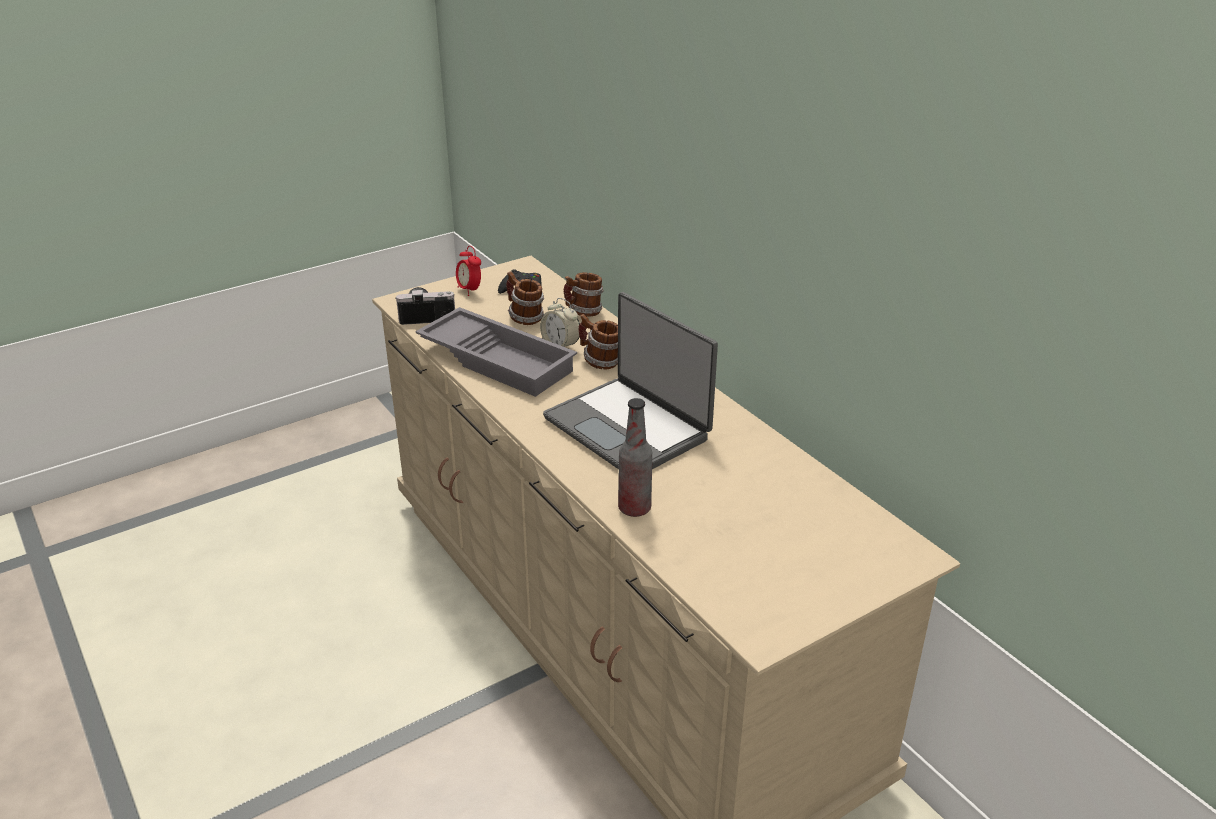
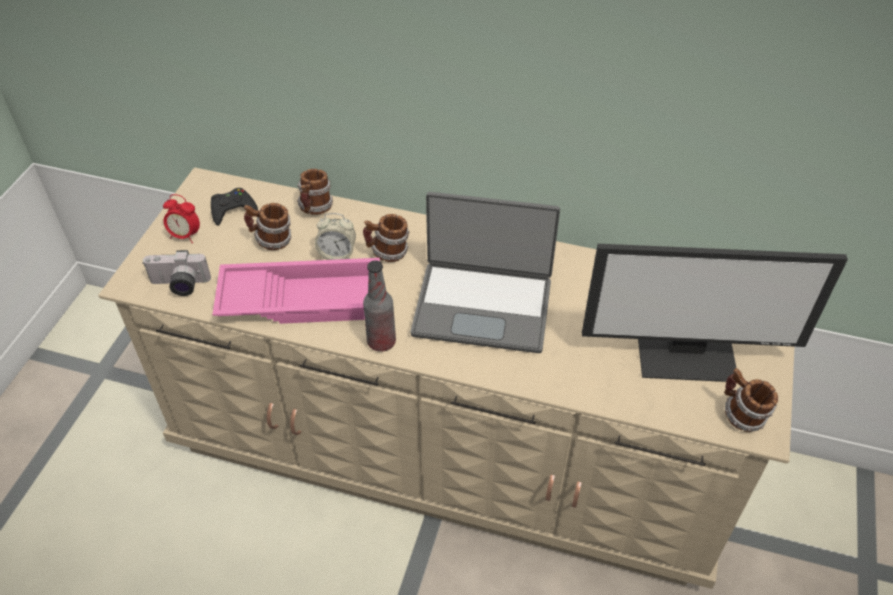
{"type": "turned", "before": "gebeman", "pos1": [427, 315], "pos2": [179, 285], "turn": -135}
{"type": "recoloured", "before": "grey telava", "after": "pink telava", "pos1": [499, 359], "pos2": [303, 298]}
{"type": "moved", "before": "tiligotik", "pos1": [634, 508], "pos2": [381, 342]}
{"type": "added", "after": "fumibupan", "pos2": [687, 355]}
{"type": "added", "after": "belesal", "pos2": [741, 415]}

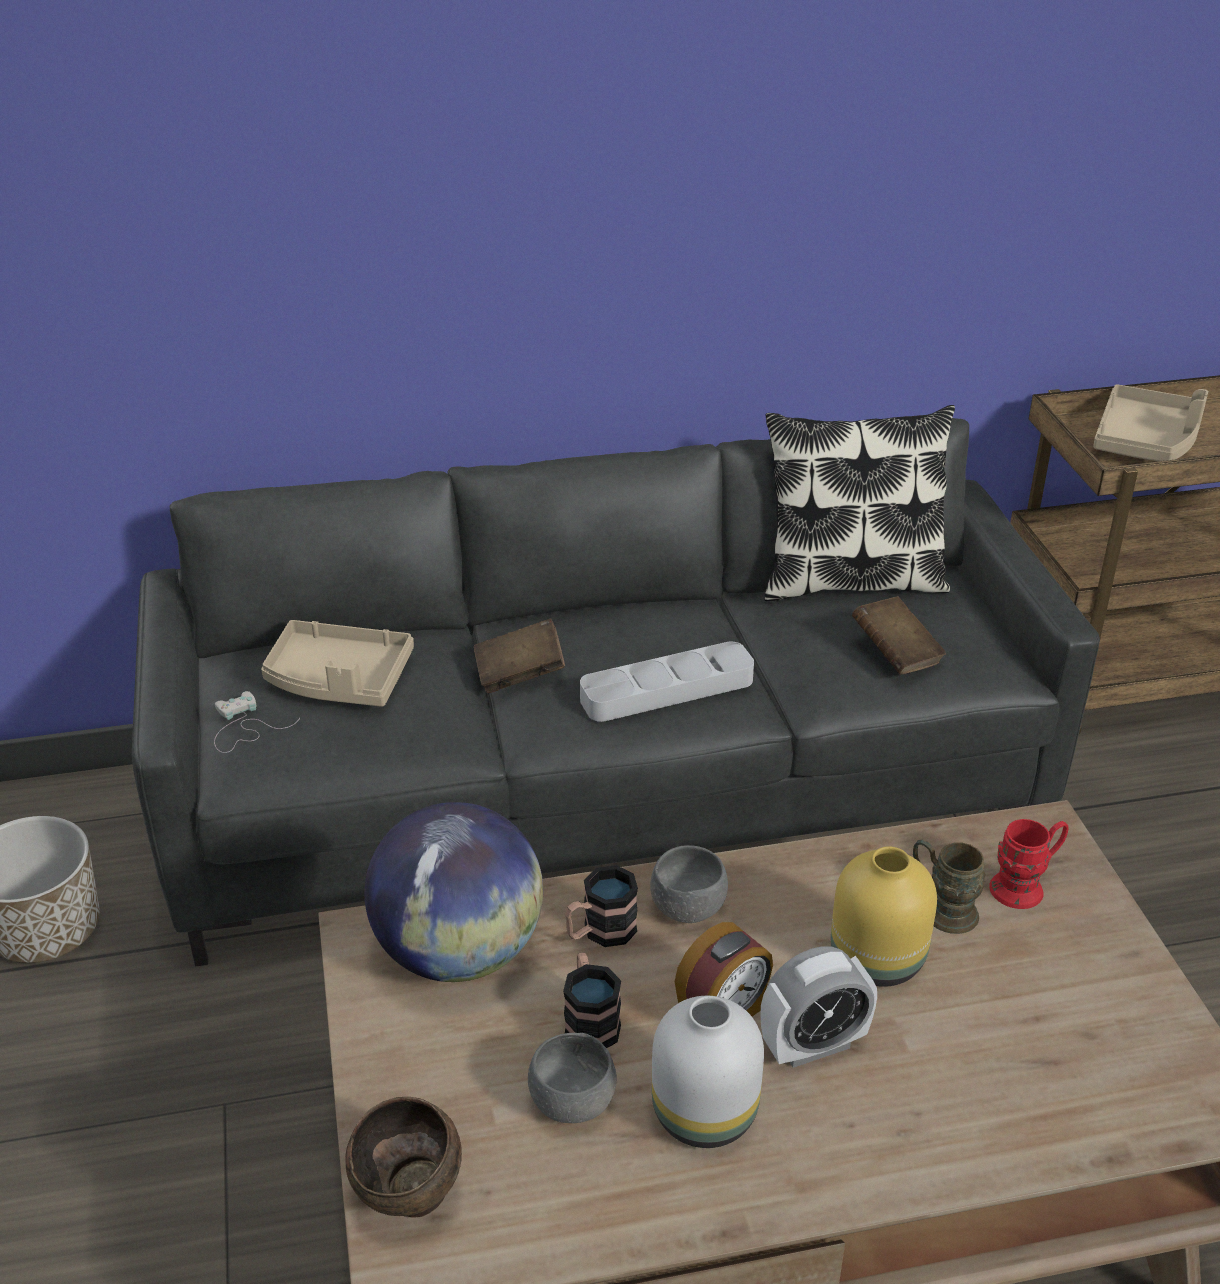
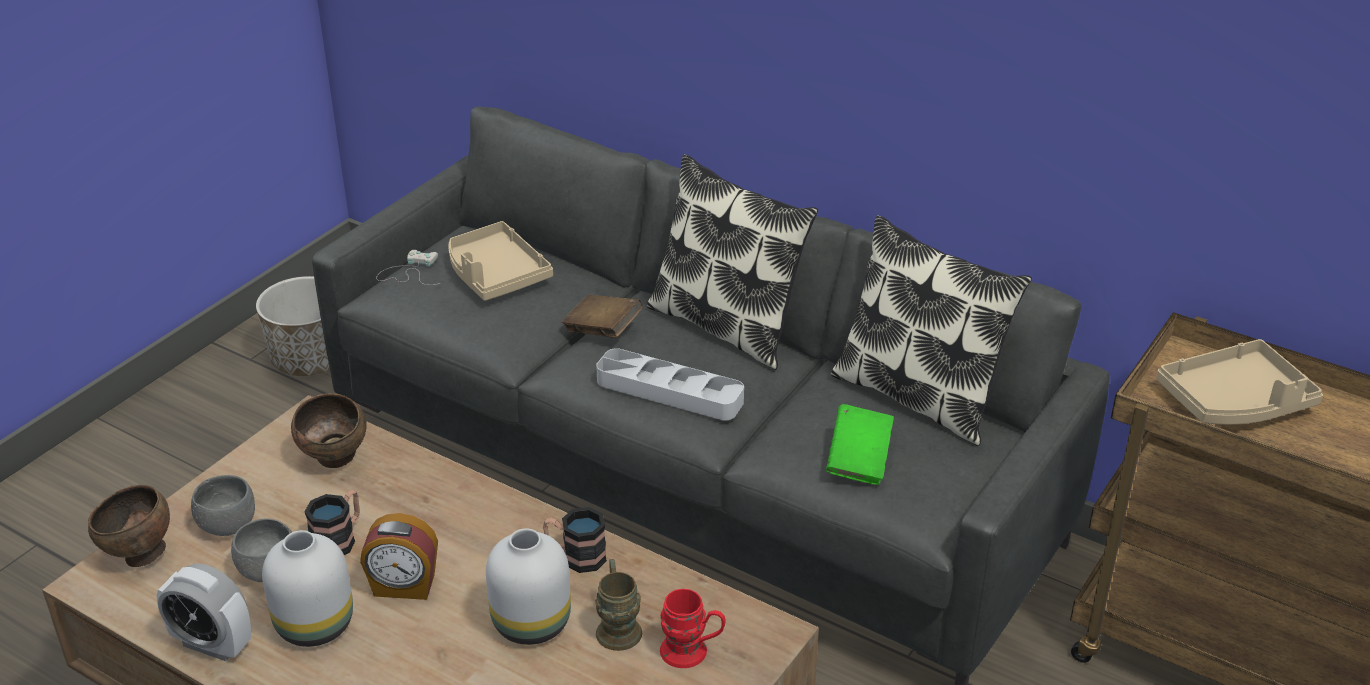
{"type": "recoloured", "before": "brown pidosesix", "after": "green pidosesix", "pos1": [896, 654], "pos2": [859, 461]}
{"type": "replaced", "before": "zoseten", "after": "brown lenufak", "pos1": [459, 952], "pos2": [336, 460]}
{"type": "moved", "before": "grey lenufak", "pos1": [687, 908], "pos2": [227, 525]}
{"type": "recoloured", "before": "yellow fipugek", "after": "white fipugek", "pos1": [877, 958], "pos2": [533, 622]}
{"type": "moved", "before": "belesal", "pos1": [600, 932], "pos2": [575, 556]}
{"type": "moved", "before": "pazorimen", "pos1": [813, 1045], "pos2": [212, 644]}
{"type": "added", "after": "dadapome", "pos2": [727, 326]}

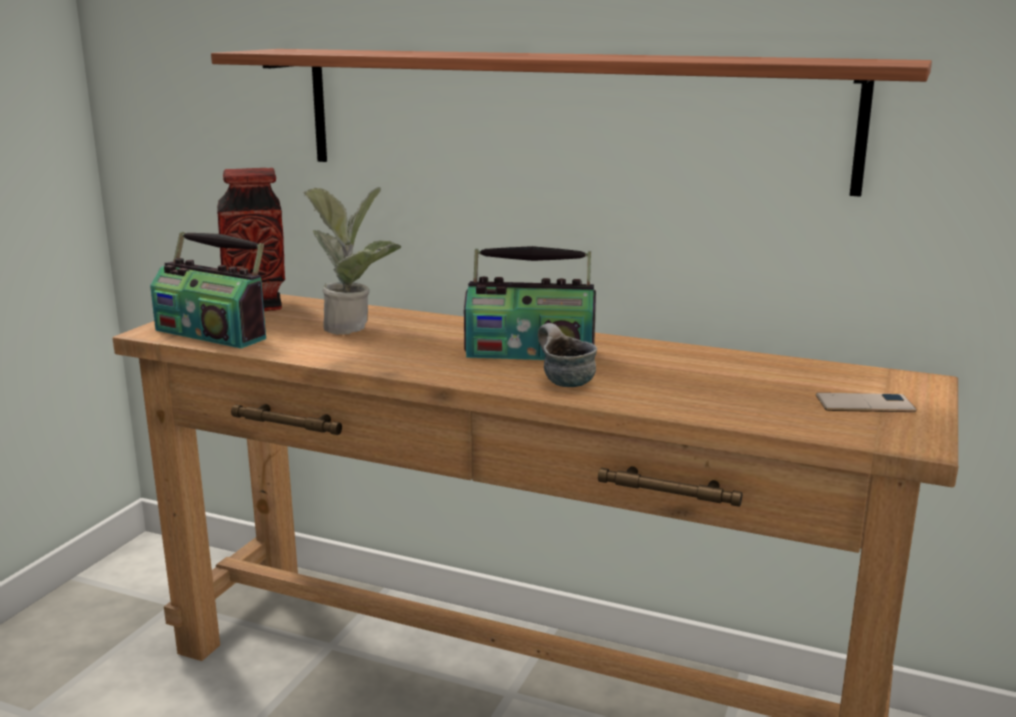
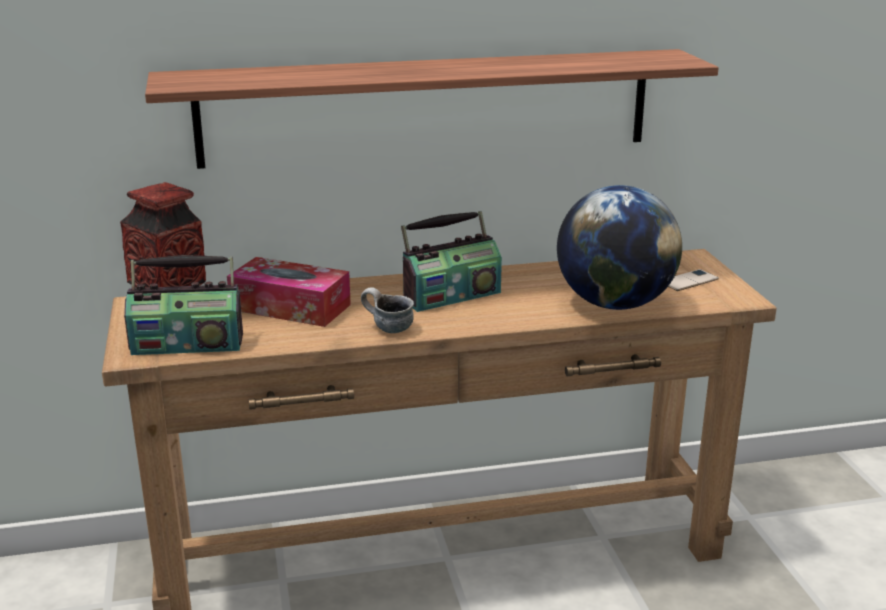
{"type": "replaced", "before": "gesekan", "after": "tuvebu", "pos1": [355, 326], "pos2": [290, 307]}
{"type": "moved", "before": "belesal", "pos1": [562, 382], "pos2": [387, 329]}
{"type": "added", "after": "zoseten", "pos2": [614, 304]}

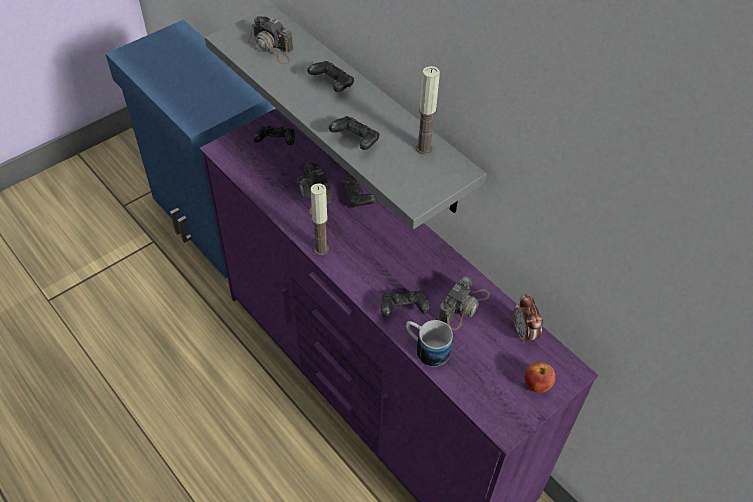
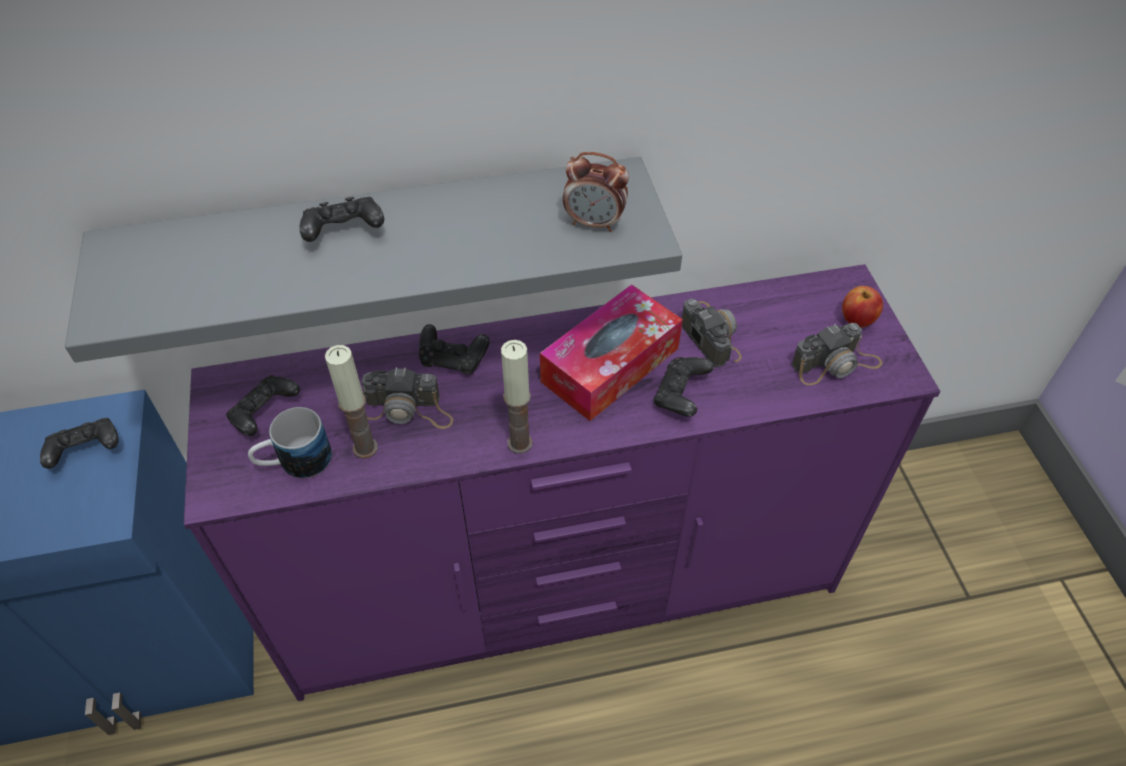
{"type": "moved", "before": "gebeman", "pos1": [272, 48], "pos2": [836, 364]}
{"type": "moved", "before": "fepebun", "pos1": [424, 148], "pos2": [365, 448]}
{"type": "moved", "before": "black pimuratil", "pos1": [355, 141], "pos2": [86, 451]}
{"type": "moved", "before": "pazorimen", "pos1": [524, 333], "pos2": [594, 223]}
{"type": "moved", "before": "belesal", "pos1": [426, 349], "pos2": [295, 463]}
{"type": "added", "after": "tuvebu", "pos2": [610, 365]}

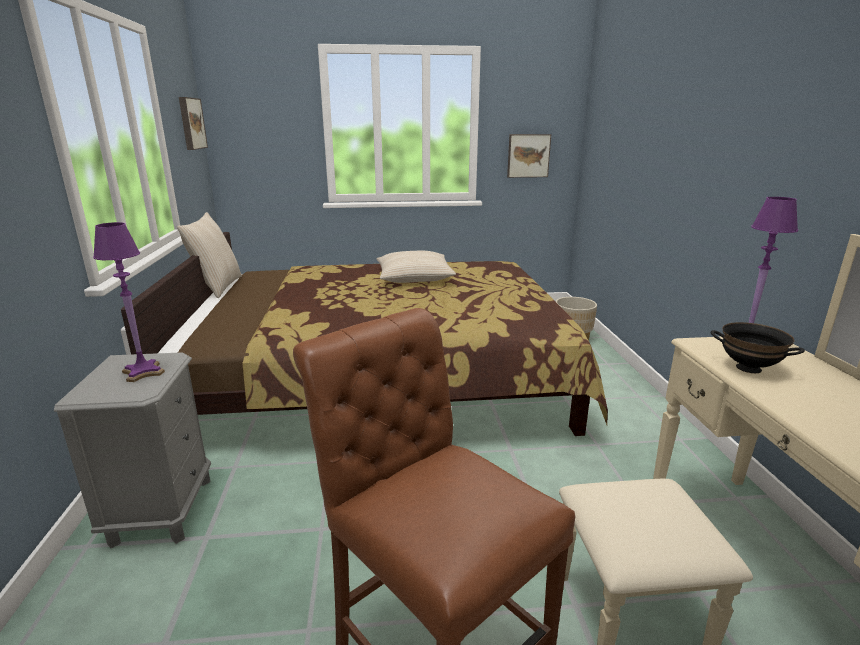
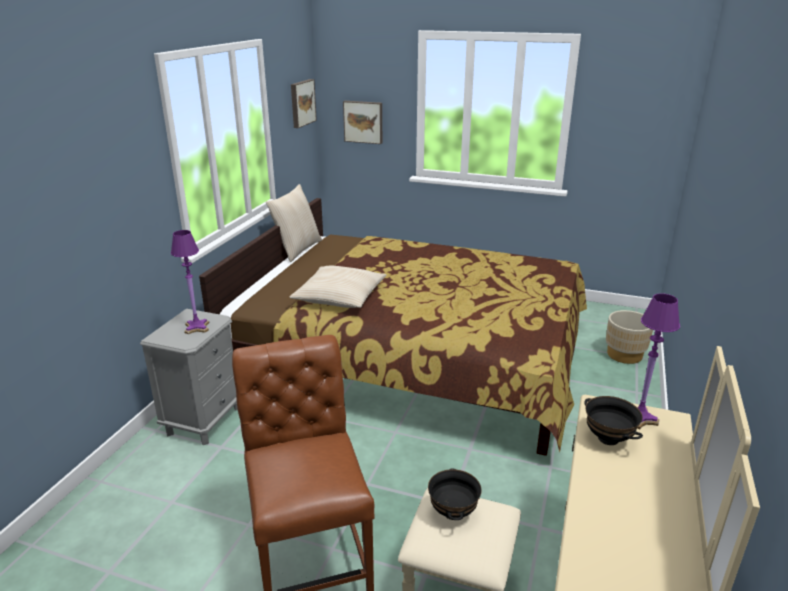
{"type": "moved", "before": "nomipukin", "pos1": [528, 155], "pos2": [363, 122]}
{"type": "moved", "before": "beige dadapome", "pos1": [414, 277], "pos2": [339, 296]}
{"type": "added", "after": "black lenufak", "pos2": [452, 512]}

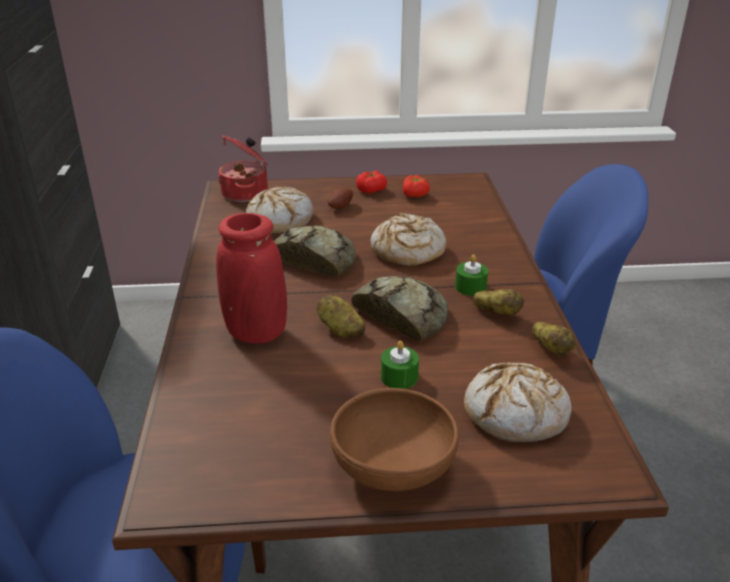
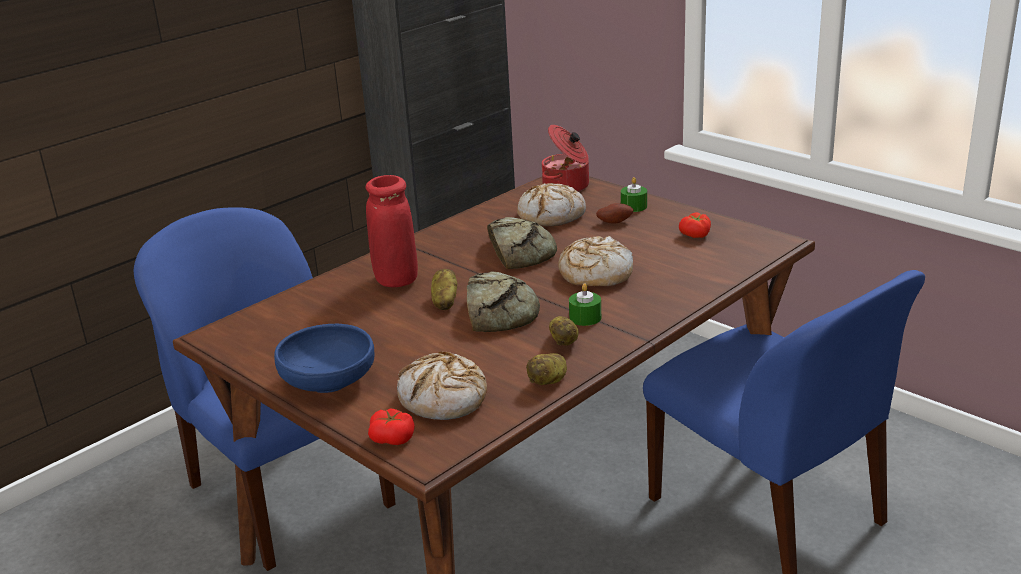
{"type": "moved", "before": "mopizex", "pos1": [371, 190], "pos2": [392, 438]}
{"type": "moved", "before": "green fepebun", "pos1": [399, 377], "pos2": [634, 206]}
{"type": "recoloured", "before": "brown lenufak", "after": "blue lenufak", "pos1": [392, 465], "pos2": [328, 382]}

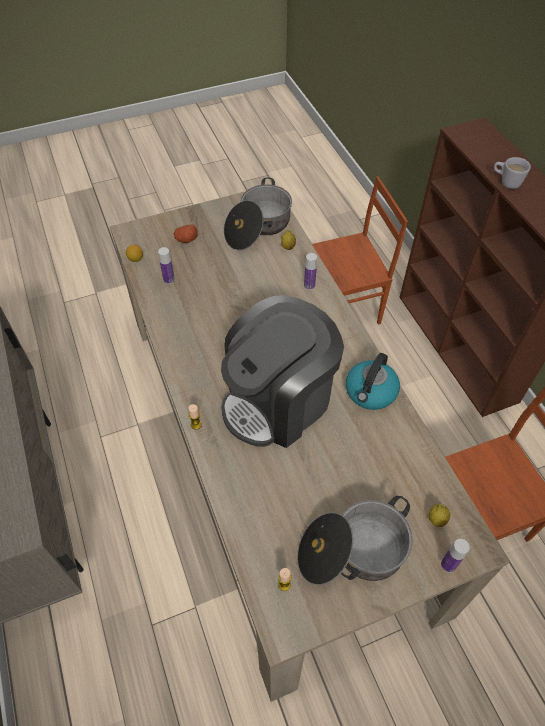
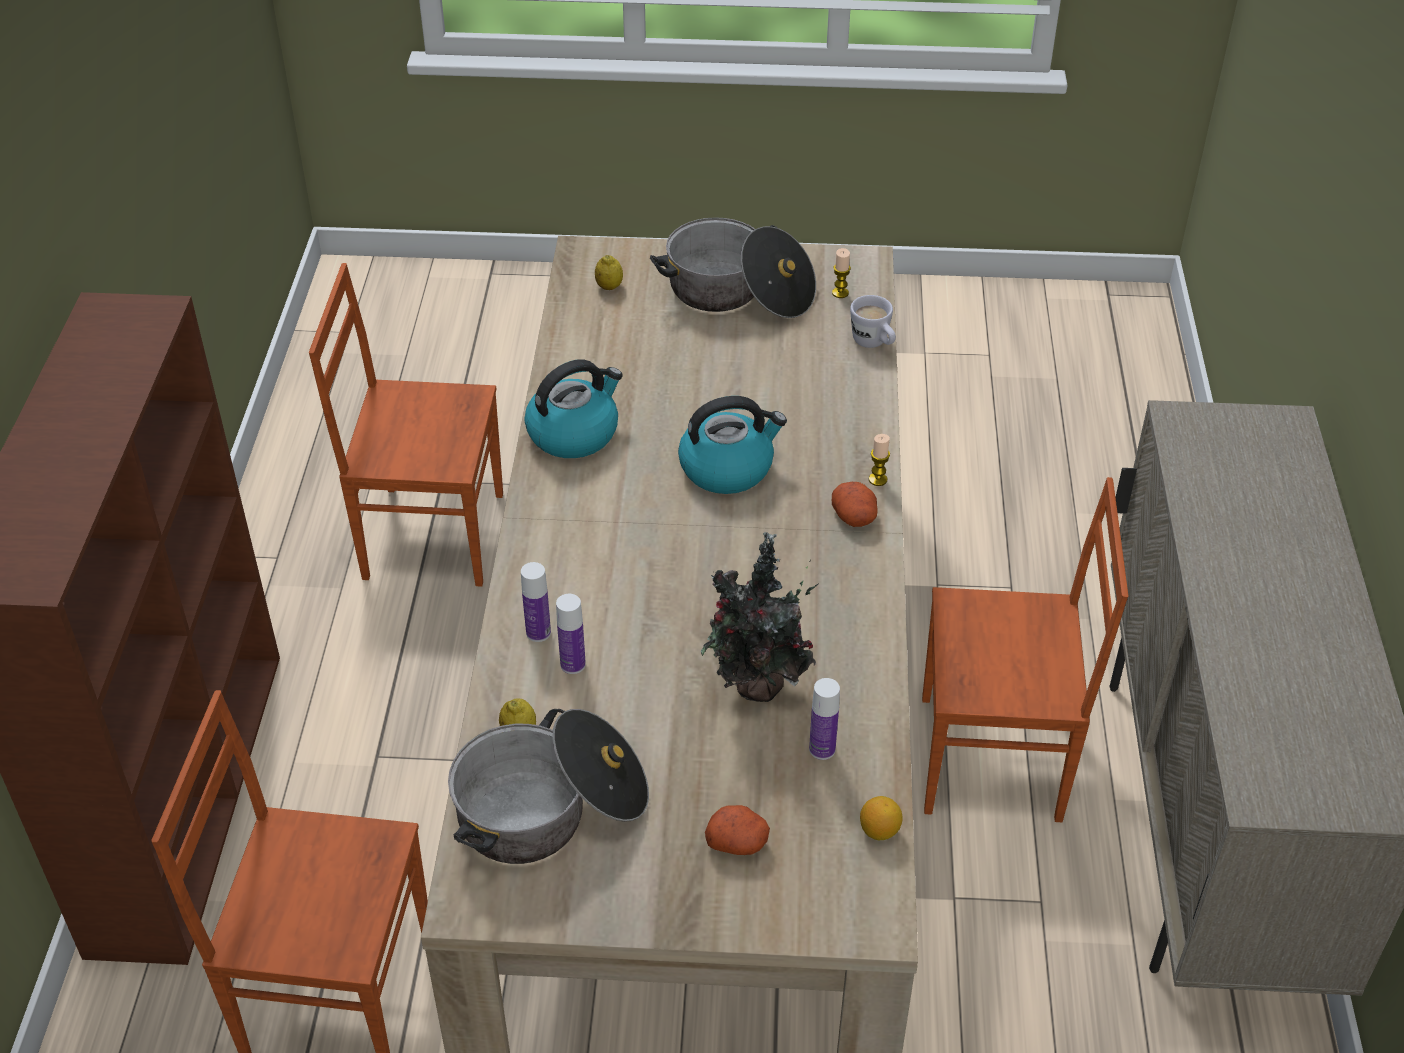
{"type": "moved", "before": "white belesal", "pos1": [506, 182], "pos2": [874, 344]}
{"type": "replaced", "before": "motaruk", "after": "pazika", "pos1": [278, 401], "pos2": [727, 468]}
{"type": "moved", "before": "tiligotik", "pos1": [448, 564], "pos2": [573, 664]}
{"type": "added", "after": "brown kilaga", "pos2": [994, 760]}
{"type": "added", "after": "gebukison", "pos2": [855, 517]}
{"type": "added", "after": "gesekan", "pos2": [756, 689]}

